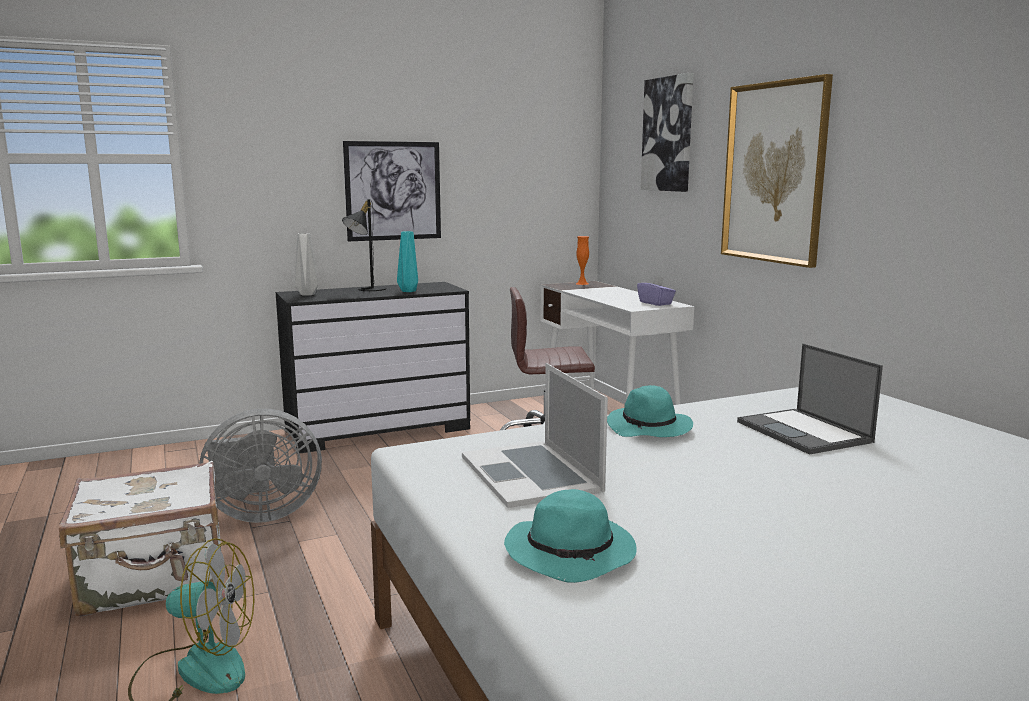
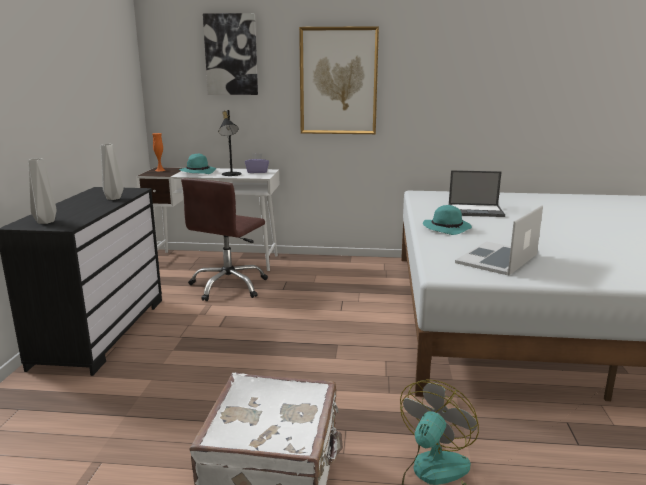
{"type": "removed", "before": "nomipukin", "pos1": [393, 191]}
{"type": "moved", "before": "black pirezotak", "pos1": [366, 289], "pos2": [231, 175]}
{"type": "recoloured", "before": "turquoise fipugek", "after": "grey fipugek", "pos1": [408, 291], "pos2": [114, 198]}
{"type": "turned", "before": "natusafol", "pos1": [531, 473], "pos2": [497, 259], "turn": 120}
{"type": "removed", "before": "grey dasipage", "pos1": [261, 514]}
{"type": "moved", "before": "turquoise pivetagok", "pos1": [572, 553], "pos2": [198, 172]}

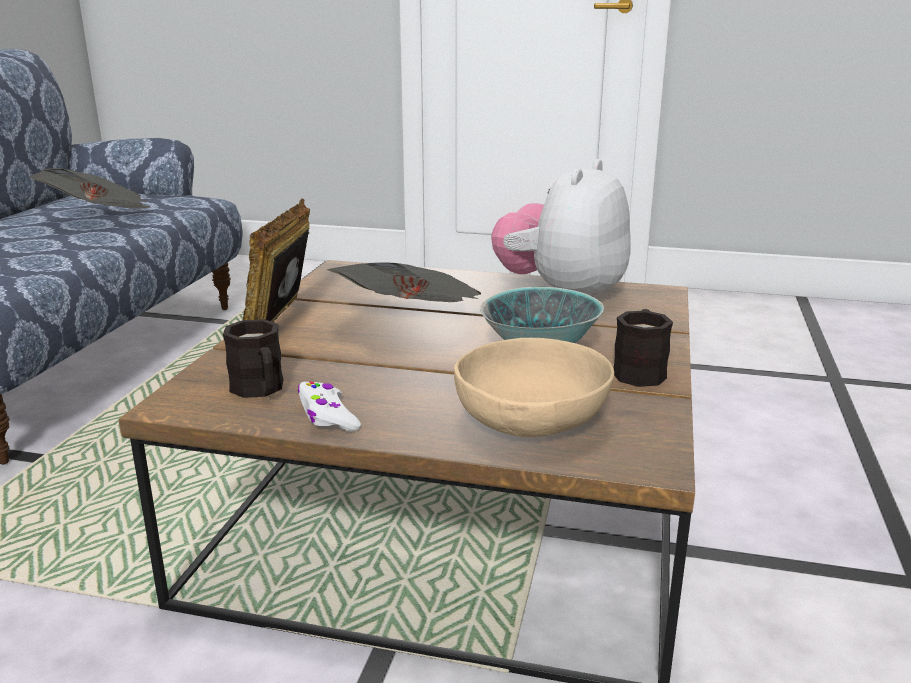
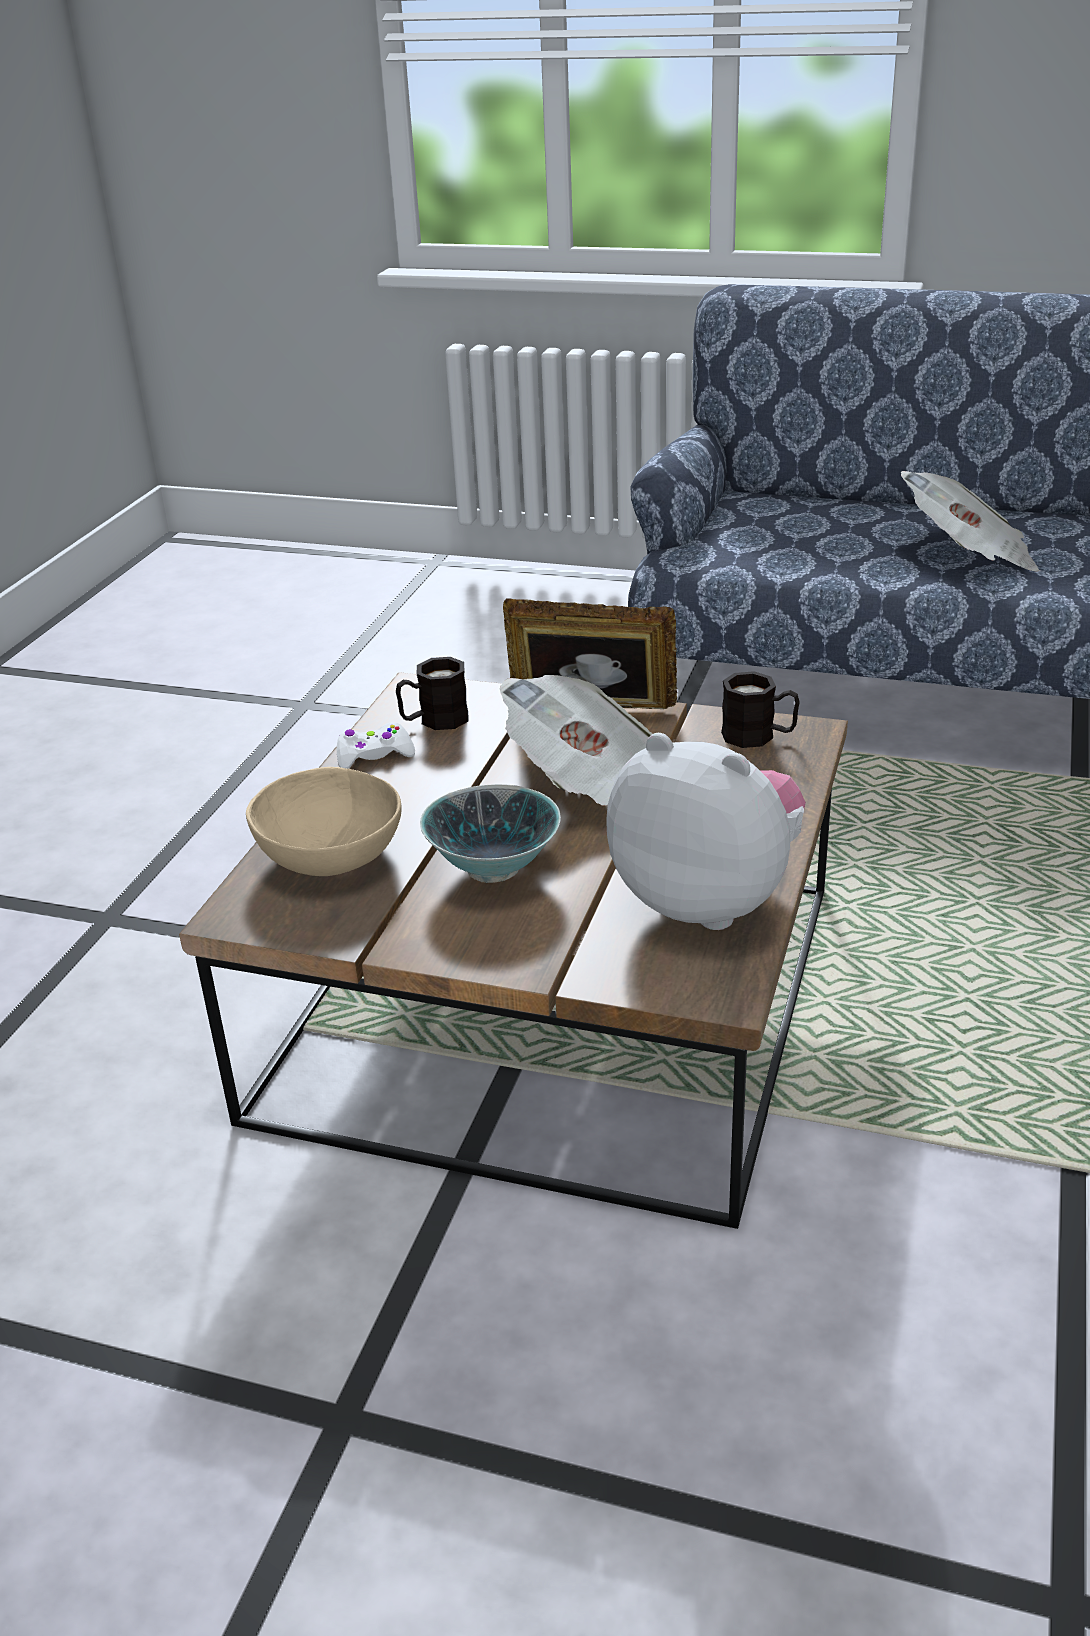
{"type": "moved", "before": "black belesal", "pos1": [639, 370], "pos2": [759, 736]}

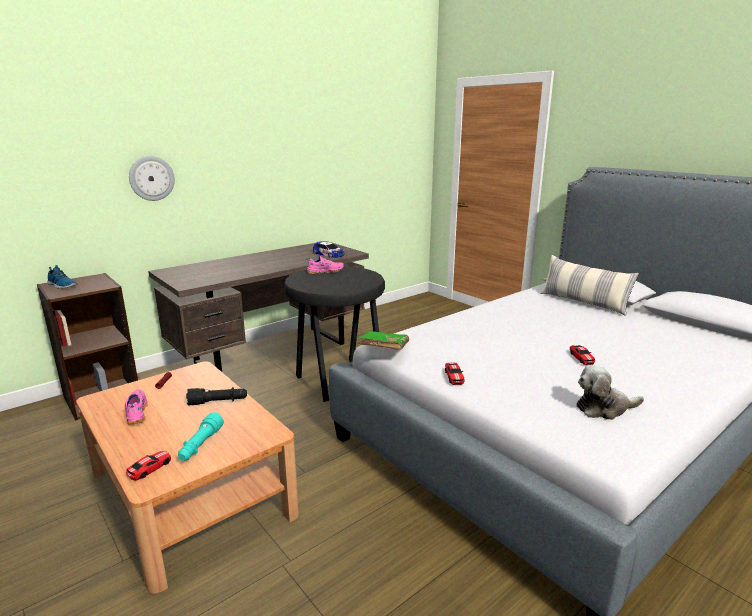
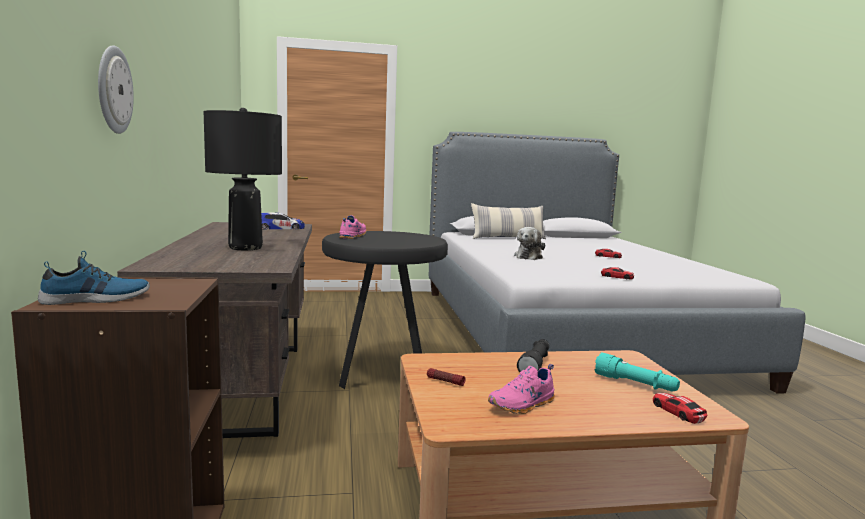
{"type": "removed", "before": "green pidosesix", "pos1": [383, 350]}
{"type": "moved", "before": "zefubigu", "pos1": [604, 408], "pos2": [529, 257]}
{"type": "turned", "before": "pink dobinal", "pos1": [135, 412], "pos2": [523, 405], "turn": -45}
{"type": "added", "after": "black pirezotak", "pos2": [246, 248]}

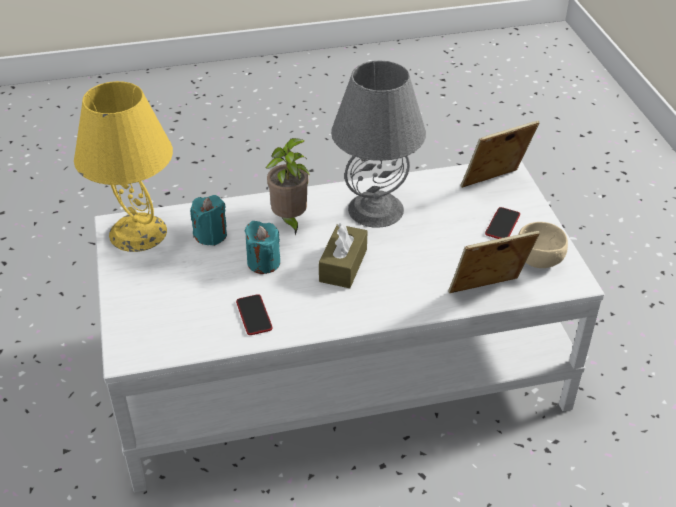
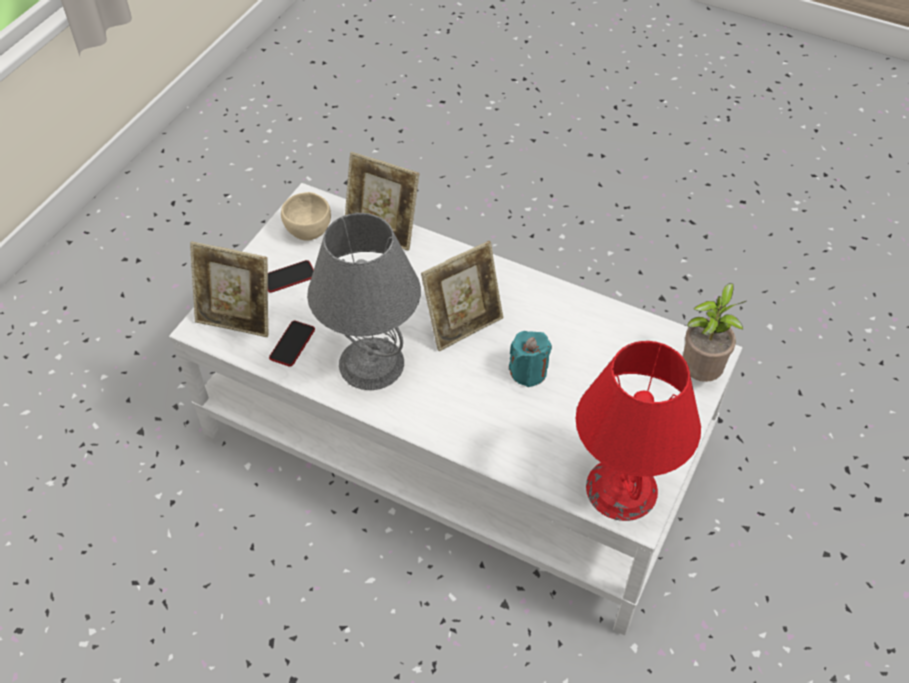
{"type": "recoloured", "before": "yellow pirezotak", "after": "red pirezotak", "pos1": [139, 232], "pos2": [620, 488]}
{"type": "moved", "before": "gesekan", "pos1": [289, 220], "pos2": [700, 373]}
{"type": "removed", "before": "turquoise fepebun", "pos1": [211, 235]}
{"type": "replaced", "before": "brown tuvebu", "after": "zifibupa", "pos1": [343, 265], "pos2": [463, 324]}
{"type": "moved", "before": "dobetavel", "pos1": [254, 315], "pos2": [292, 344]}

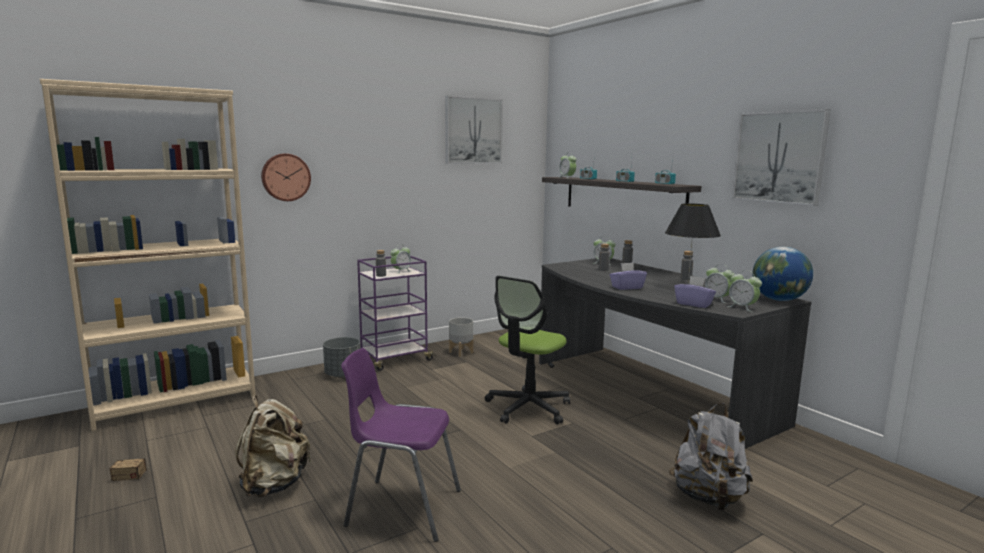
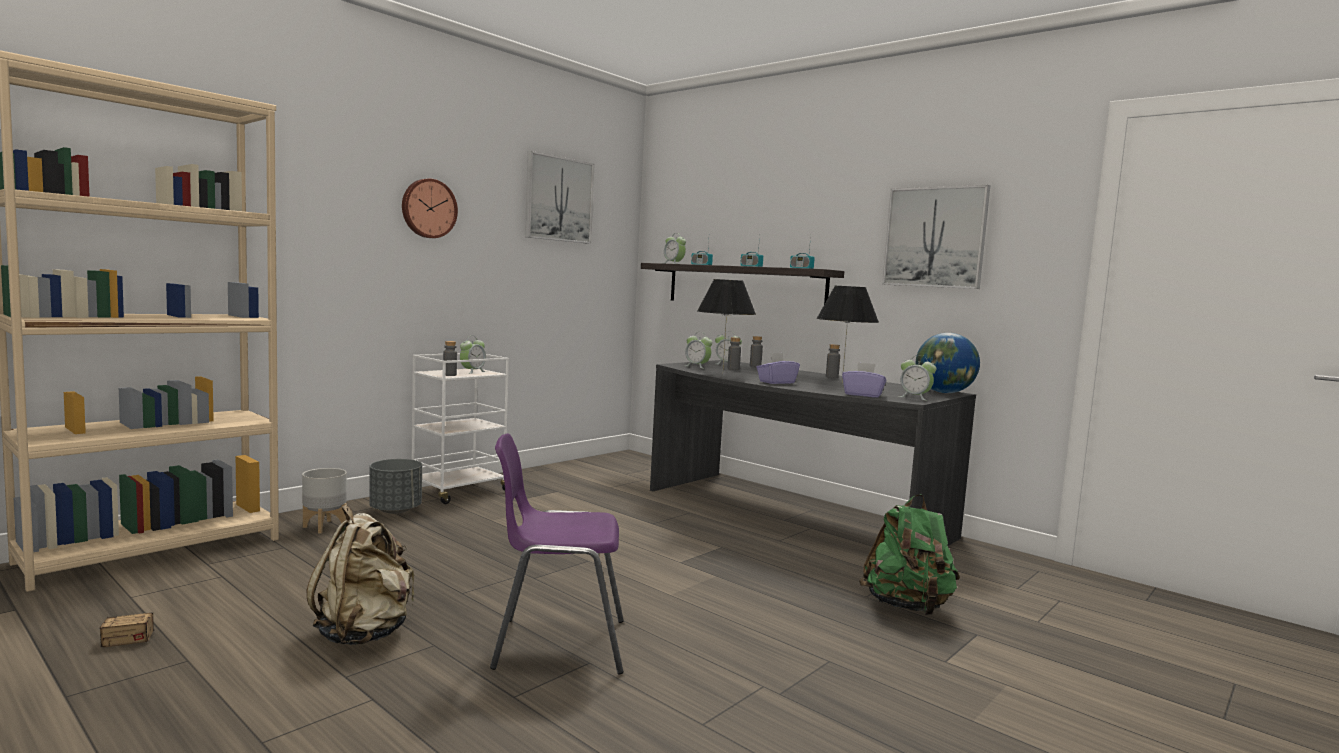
{"type": "moved", "before": "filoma", "pos1": [285, 177], "pos2": [428, 208]}
{"type": "recoloured", "before": "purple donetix", "after": "white donetix", "pos1": [395, 359], "pos2": [459, 491]}
{"type": "moved", "before": "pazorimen", "pos1": [717, 299], "pos2": [697, 366]}
{"type": "removed", "before": "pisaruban", "pos1": [528, 407]}
{"type": "moved", "before": "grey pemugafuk", "pos1": [460, 352], "pos2": [324, 527]}
{"type": "recoloured", "before": "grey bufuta", "after": "green bufuta", "pos1": [708, 498], "pos2": [907, 607]}
{"type": "added", "after": "black pirezotak", "pos2": [722, 374]}

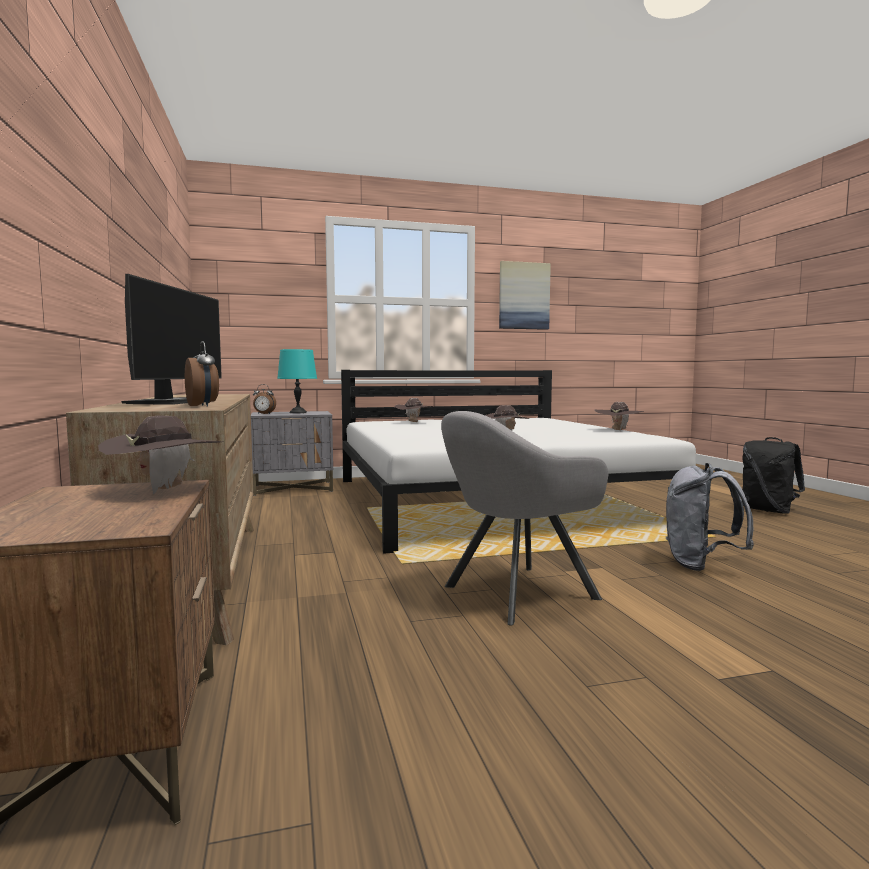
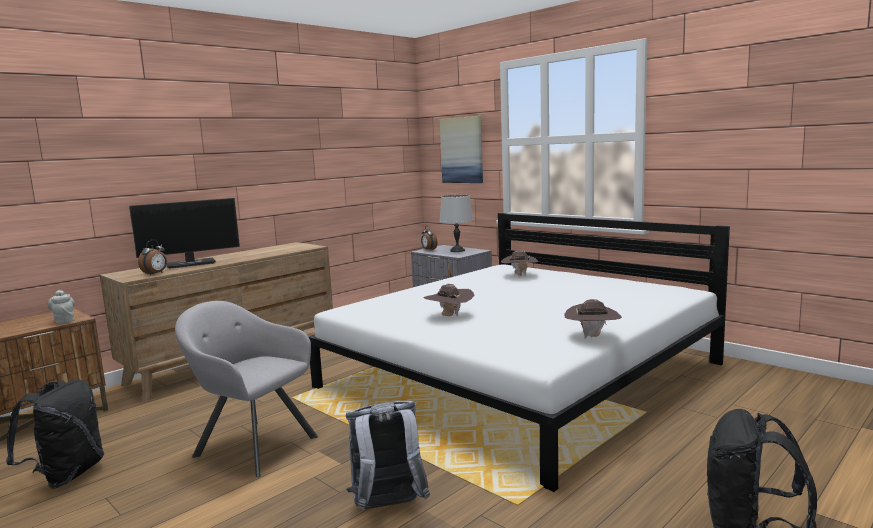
{"type": "moved", "before": "nomipukin", "pos1": [524, 296], "pos2": [462, 150]}
{"type": "recoloured", "before": "turquoise pirezotak", "after": "grey pirezotak", "pos1": [298, 412], "pos2": [457, 250]}
{"type": "replaced", "before": "brown pivetagok", "after": "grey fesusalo", "pos1": [165, 490], "pos2": [64, 321]}
{"type": "added", "after": "black bufuta", "pos2": [67, 475]}

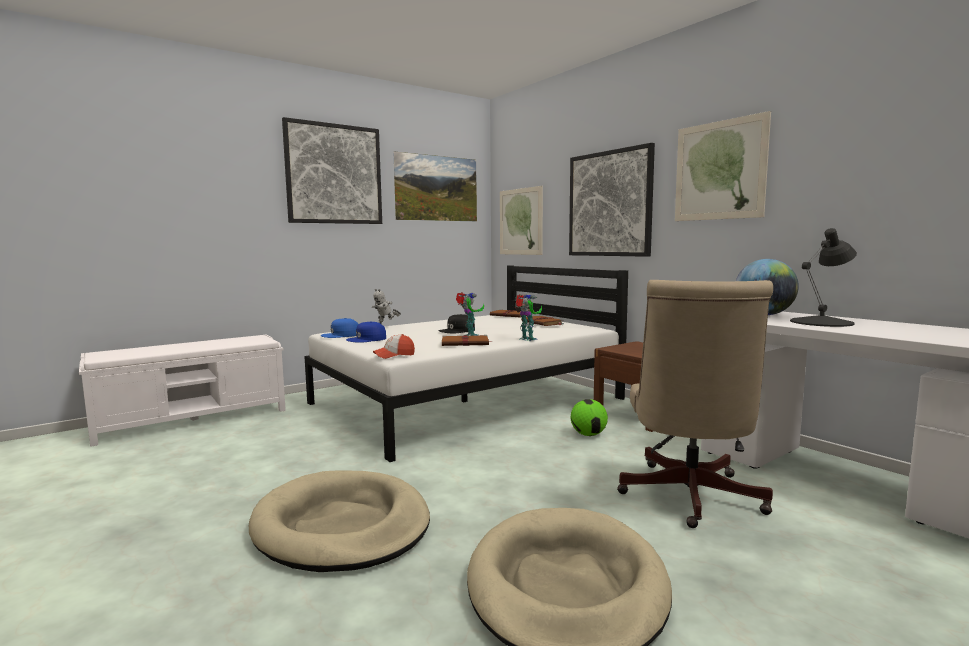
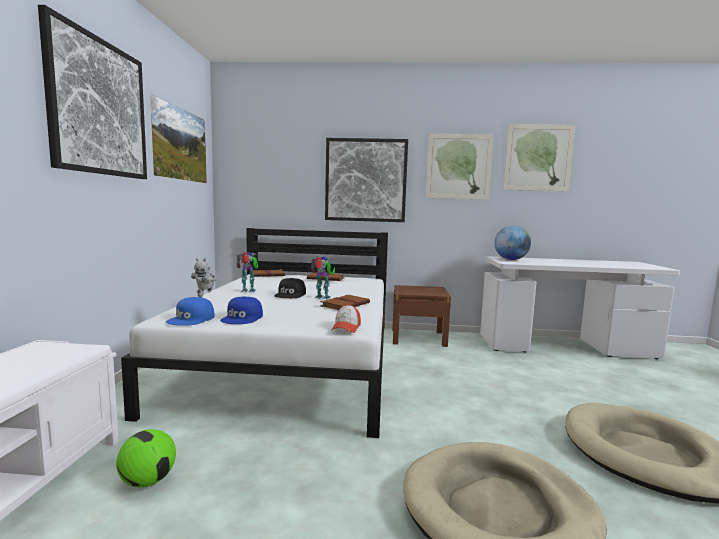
{"type": "moved", "before": "nomipukin", "pos1": [520, 221], "pos2": [538, 158]}
{"type": "removed", "before": "black pirezotak", "pos1": [822, 322]}
{"type": "removed", "before": "beige pisaruban", "pos1": [689, 498]}
{"type": "moved", "before": "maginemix", "pos1": [527, 339], "pos2": [248, 291]}
{"type": "moved", "before": "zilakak", "pos1": [588, 434], "pos2": [148, 481]}

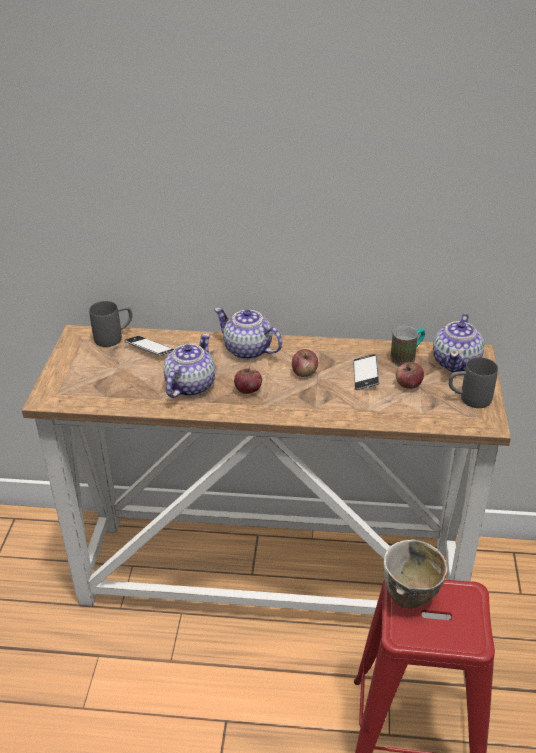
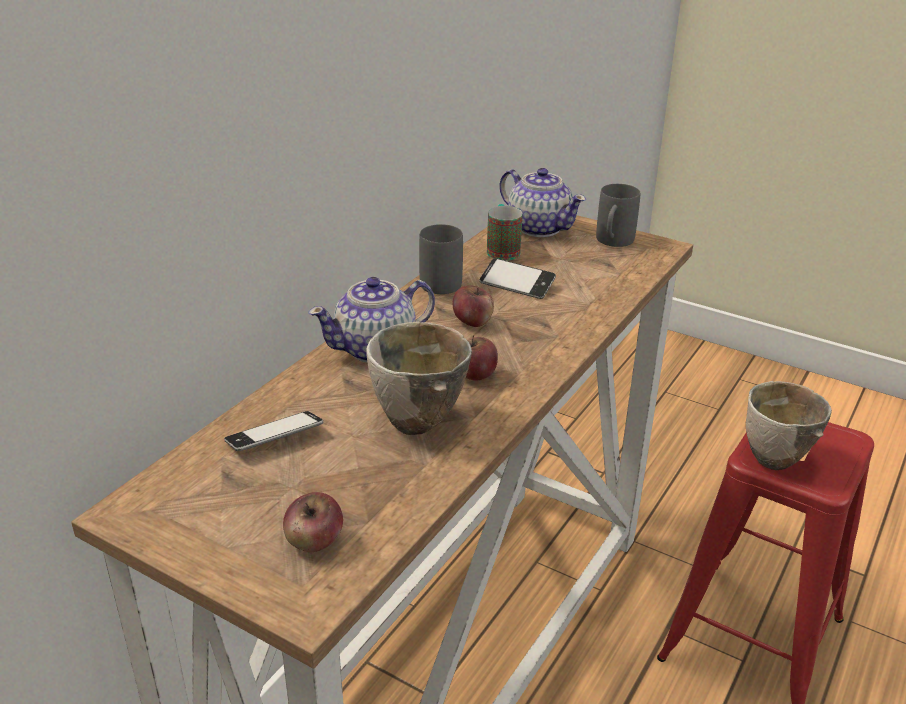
{"type": "moved", "before": "grey belesal", "pos1": [114, 337], "pos2": [440, 279]}
{"type": "replaced", "before": "fesusalo", "after": "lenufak", "pos1": [189, 386], "pos2": [418, 423]}
{"type": "moved", "before": "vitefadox", "pos1": [408, 385], "pos2": [314, 542]}

